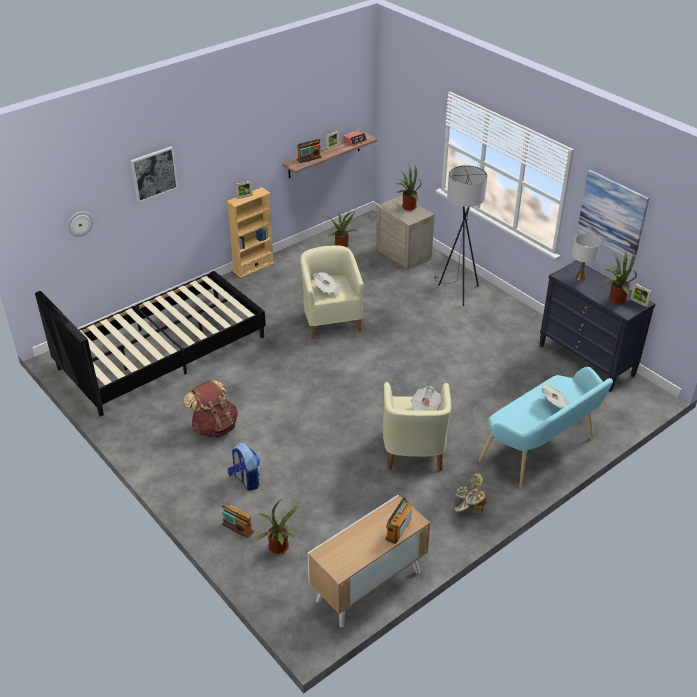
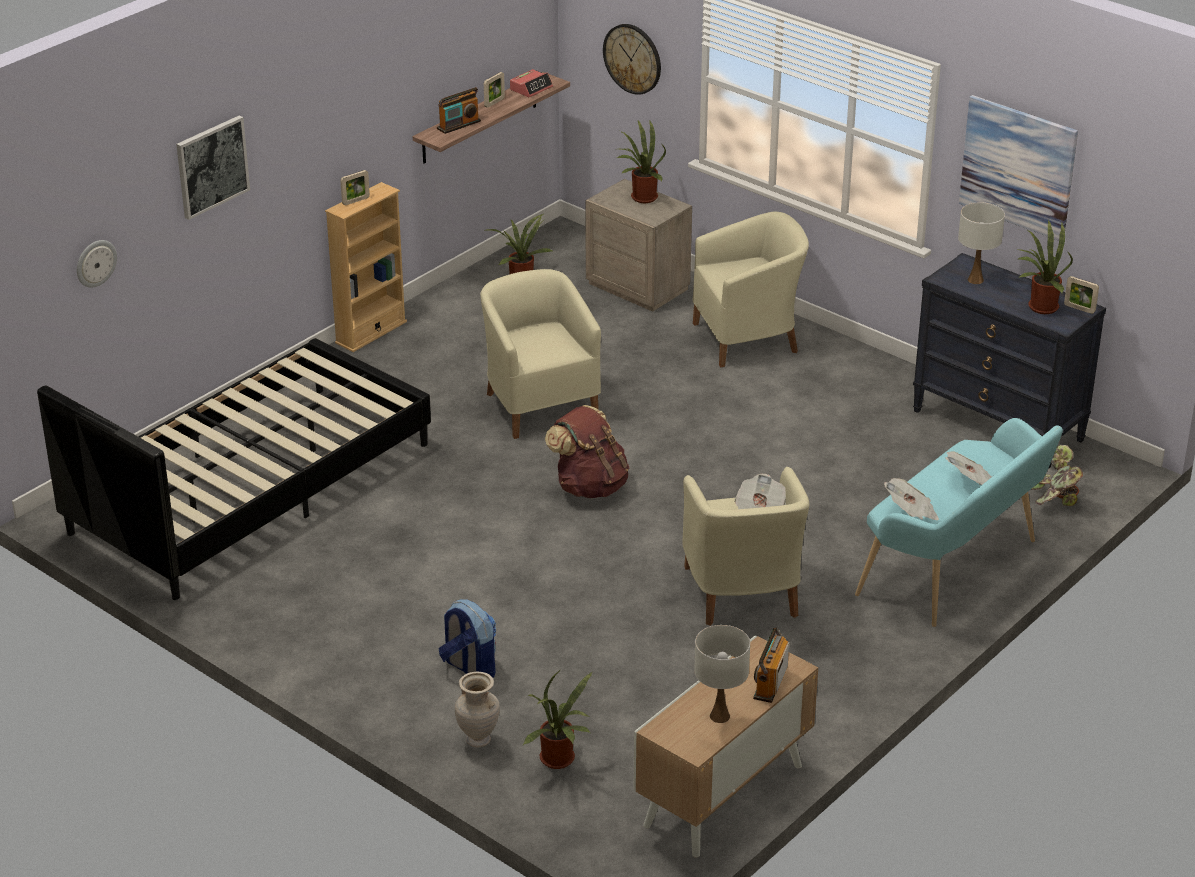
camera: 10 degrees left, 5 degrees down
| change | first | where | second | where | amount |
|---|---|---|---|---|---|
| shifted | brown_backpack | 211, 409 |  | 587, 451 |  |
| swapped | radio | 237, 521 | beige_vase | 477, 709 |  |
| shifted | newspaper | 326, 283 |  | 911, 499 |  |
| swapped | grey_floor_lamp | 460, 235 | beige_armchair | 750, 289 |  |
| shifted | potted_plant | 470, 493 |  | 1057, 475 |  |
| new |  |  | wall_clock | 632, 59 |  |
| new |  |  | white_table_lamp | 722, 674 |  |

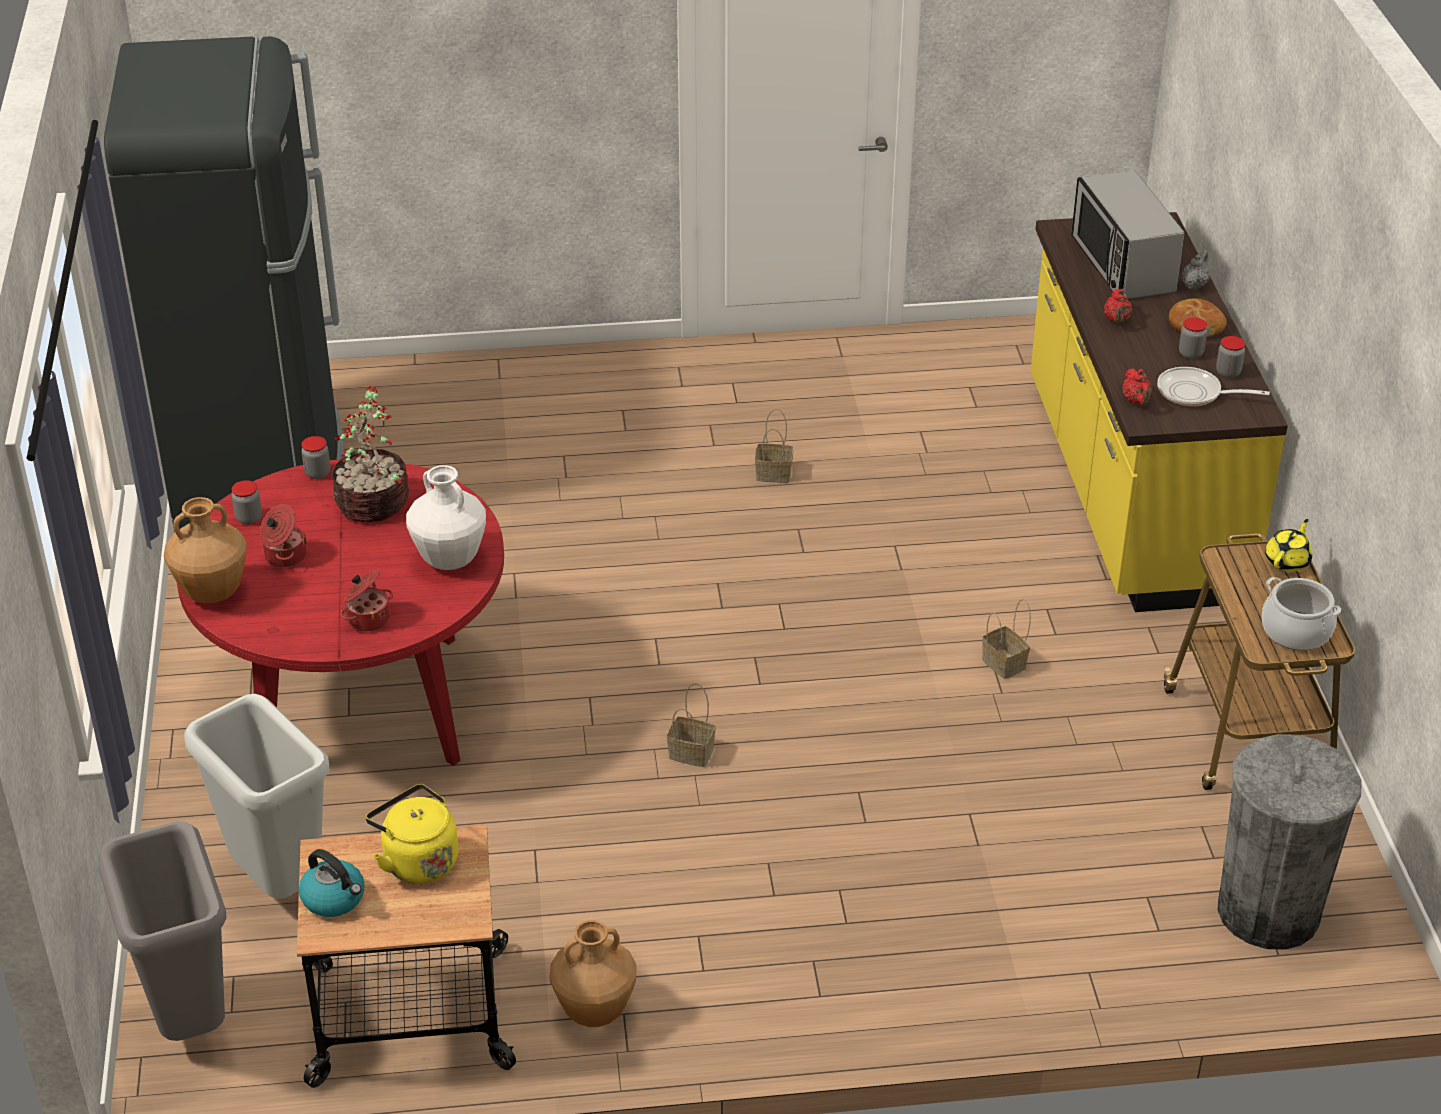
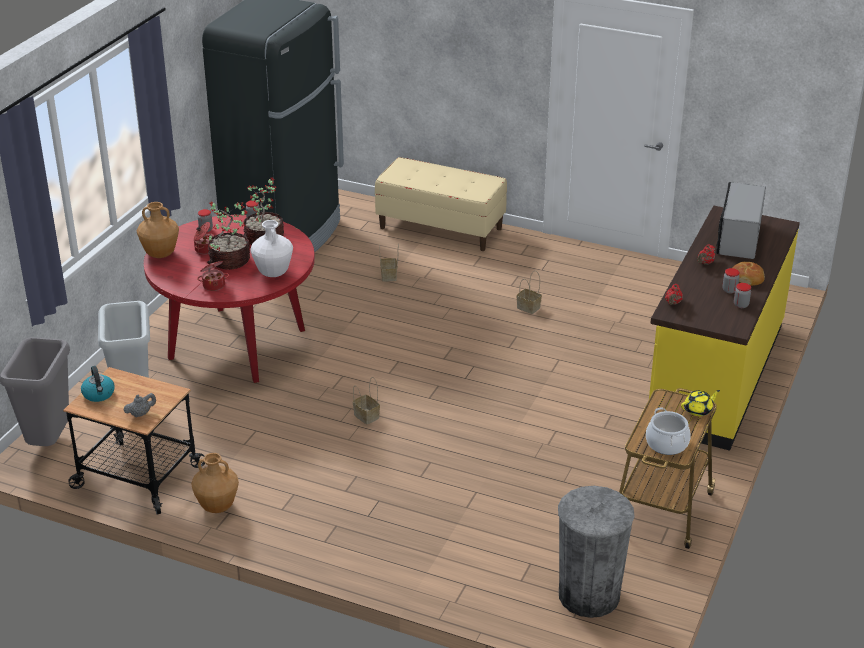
camera: 30 degrees right, 5 degrees down
| change | first | where | second | where | amount |
|---|---|---|---|---|---|
| gone | yellow_kettle | 412, 833 |  |  |  |
| shifted | basket | 1006, 639 |  | 389, 262 |  |
| gone | frying_pan | 1213, 386 |  |  |  |
| shifted | grey_teapot | 1196, 270 |  | 140, 405 |  |
| new |  |  | potted_plant | 228, 236 |  |
| new |  |  | beige_bench | 441, 204 |  |

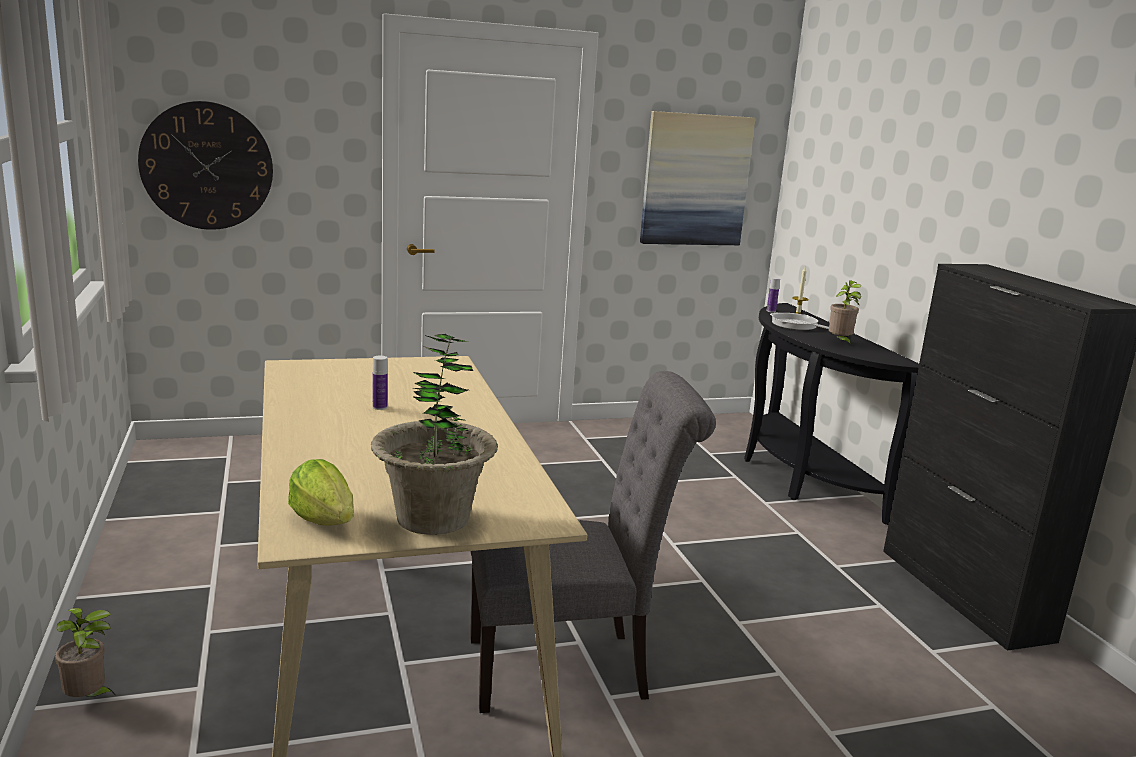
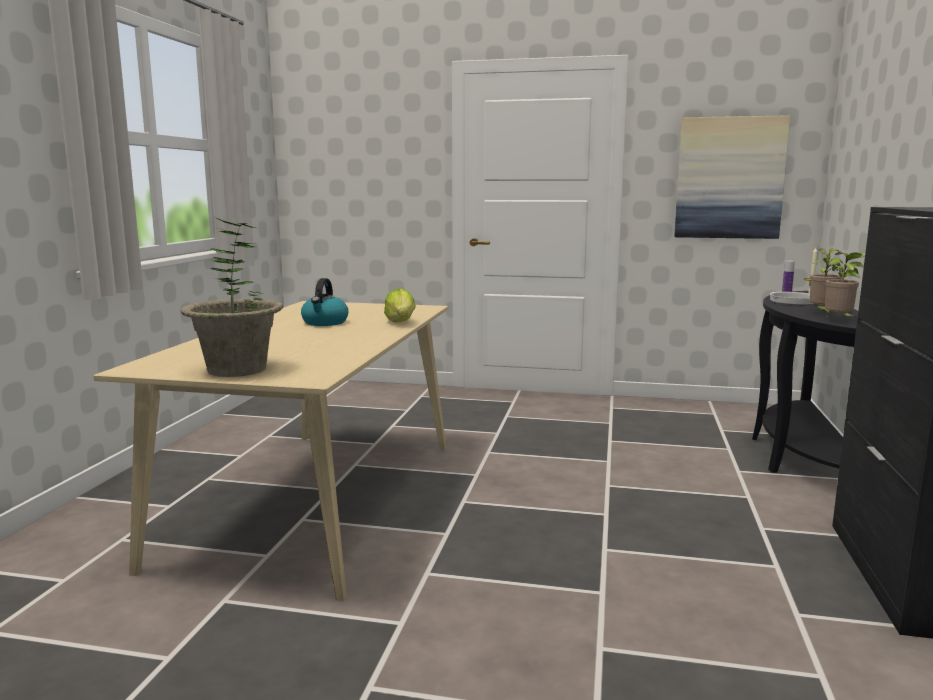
camera: 30 degrees right, 5 degrees down
| change | first | where | second | where | amount |
|---|---|---|---|---|---|
| shifted | potted_plant | 85, 652 |  | 845, 285 |  |
| gone | wall_clock | 205, 165 |  |  |  |
| shifted | lettuce | 321, 492 |  | 400, 306 |  |
| swapped | bottle | 380, 383 | kettle | 325, 302 |  |
| gone | grey_chair | 593, 542 |  |  |  |

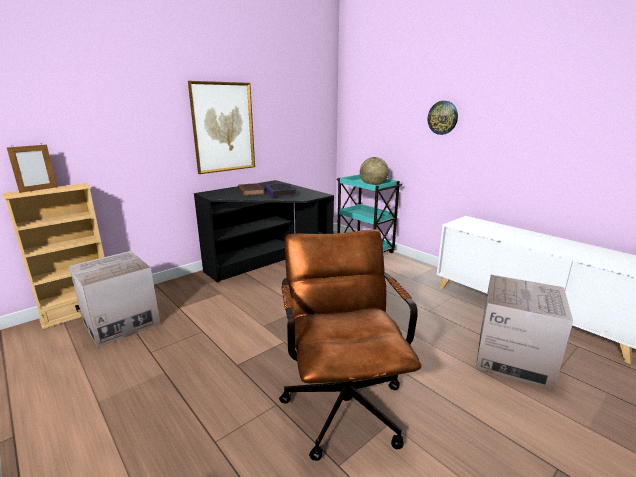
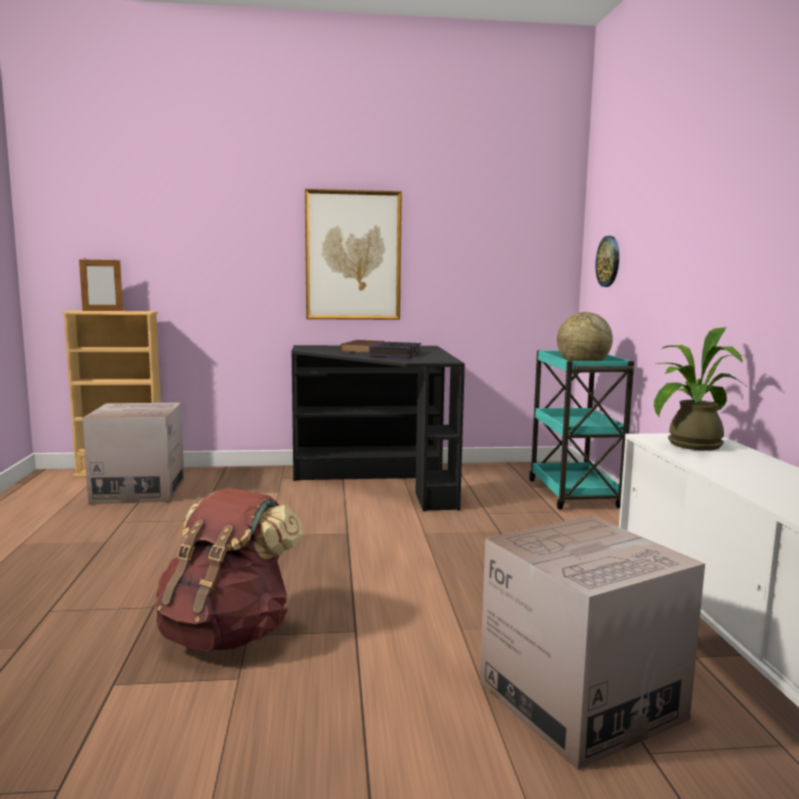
camera: 35 degrees right, 10 degrees down
| change | first | where | second | where | amount |
|---|---|---|---|---|---|
| swapped | brown_office_chair | 350, 345 | brown_backpack | 228, 569 |  |
| shifted | wall_clock | 443, 118 |  | 607, 261 |  |
| new |  |  | potted_plant | 700, 389 |  |

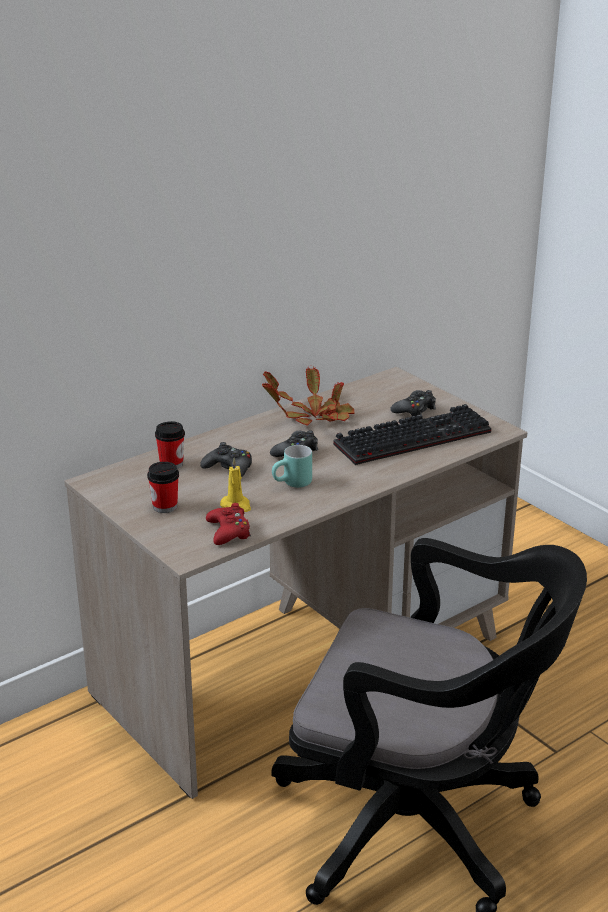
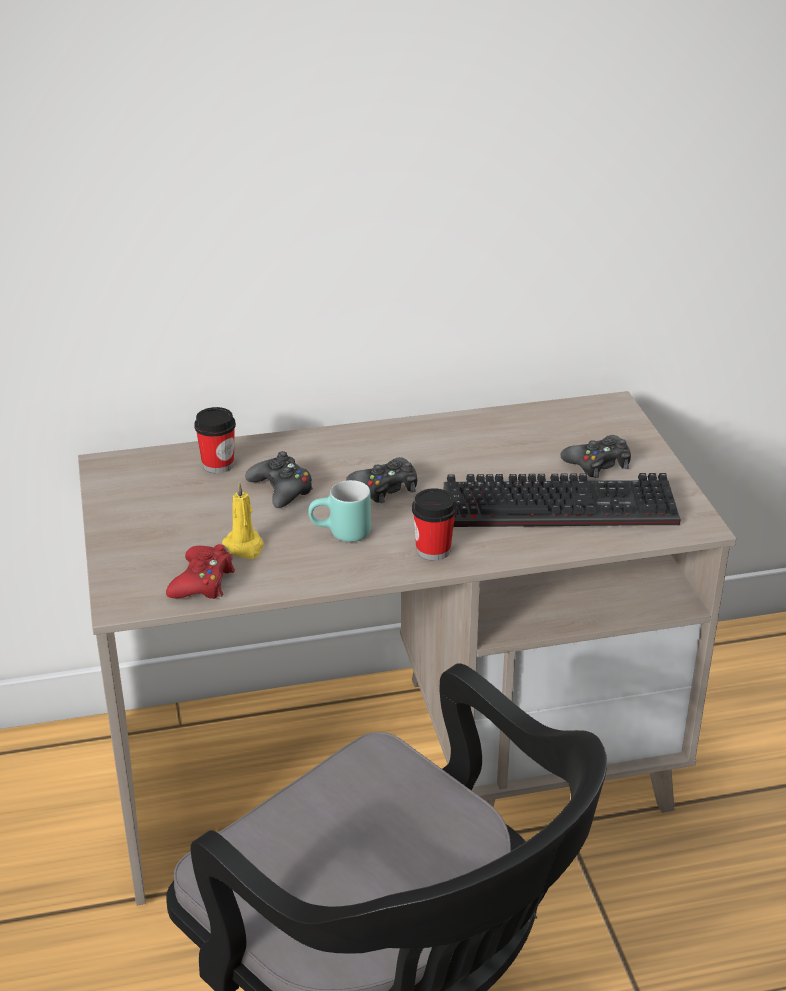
camera: 25 degrees right, 5 degrees up
| change | first | where | second | where | amount |
|---|---|---|---|---|---|
| shifted | cup | 163, 487 |  | 434, 524 |  |
| gone | potted_plant | 308, 396 |  |  |  |

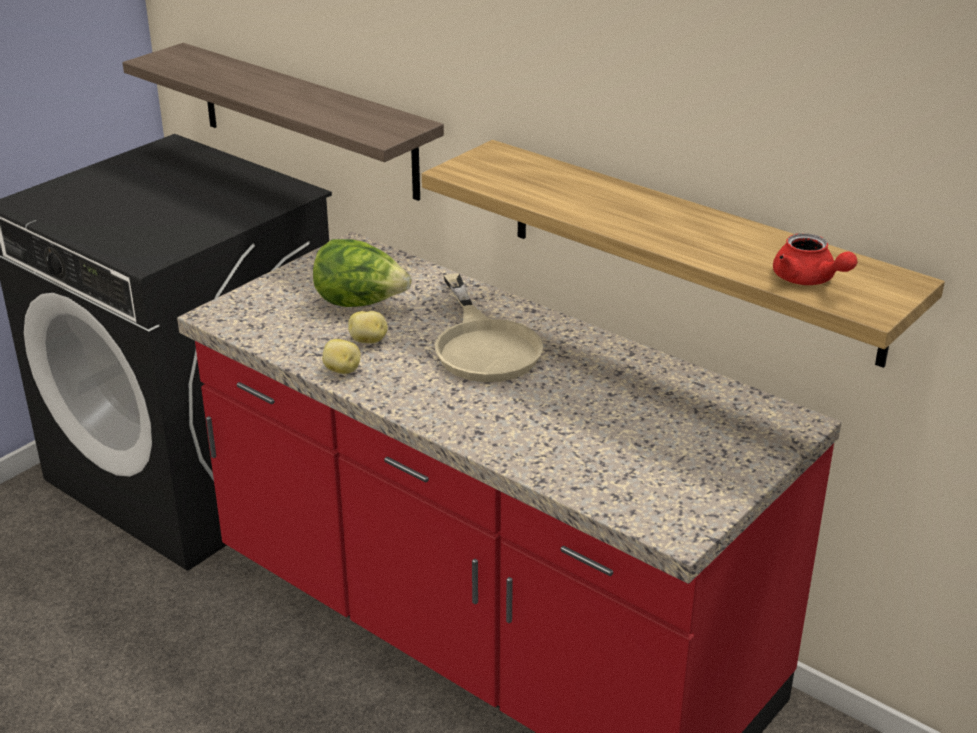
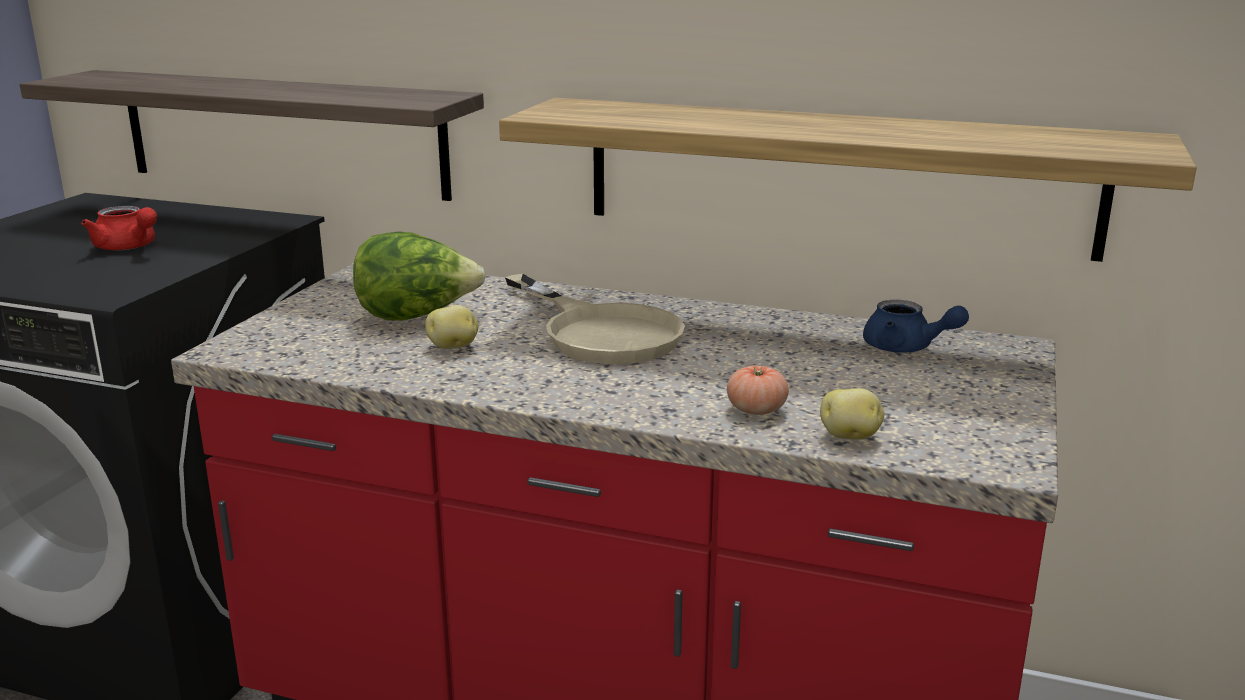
camera: 20 degrees left, 10 degrees down
| change | first | where | second | where | amount |
|---|---|---|---|---|---|
| shifted | potato | 341, 356 |  | 852, 414 |  |
| shifted | red_teapot | 815, 259 |  | 119, 228 |  |
| new |  |  | tomato | 758, 390 |  |
| new |  |  | blue_teapot | 916, 326 |  |

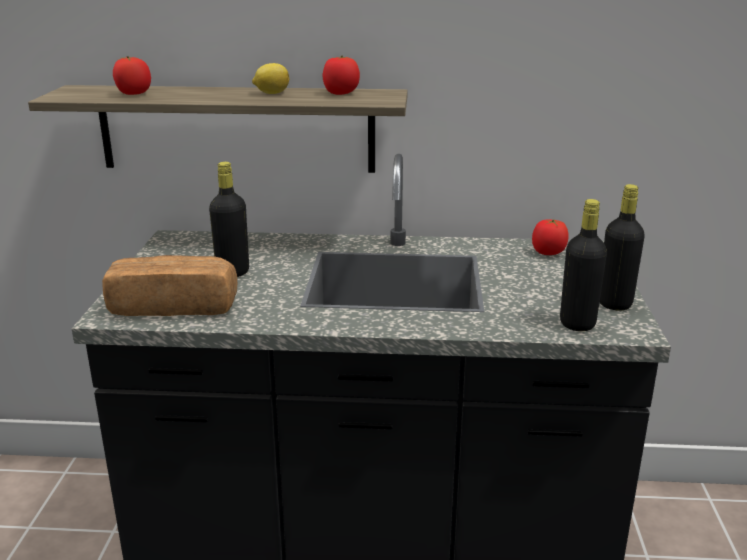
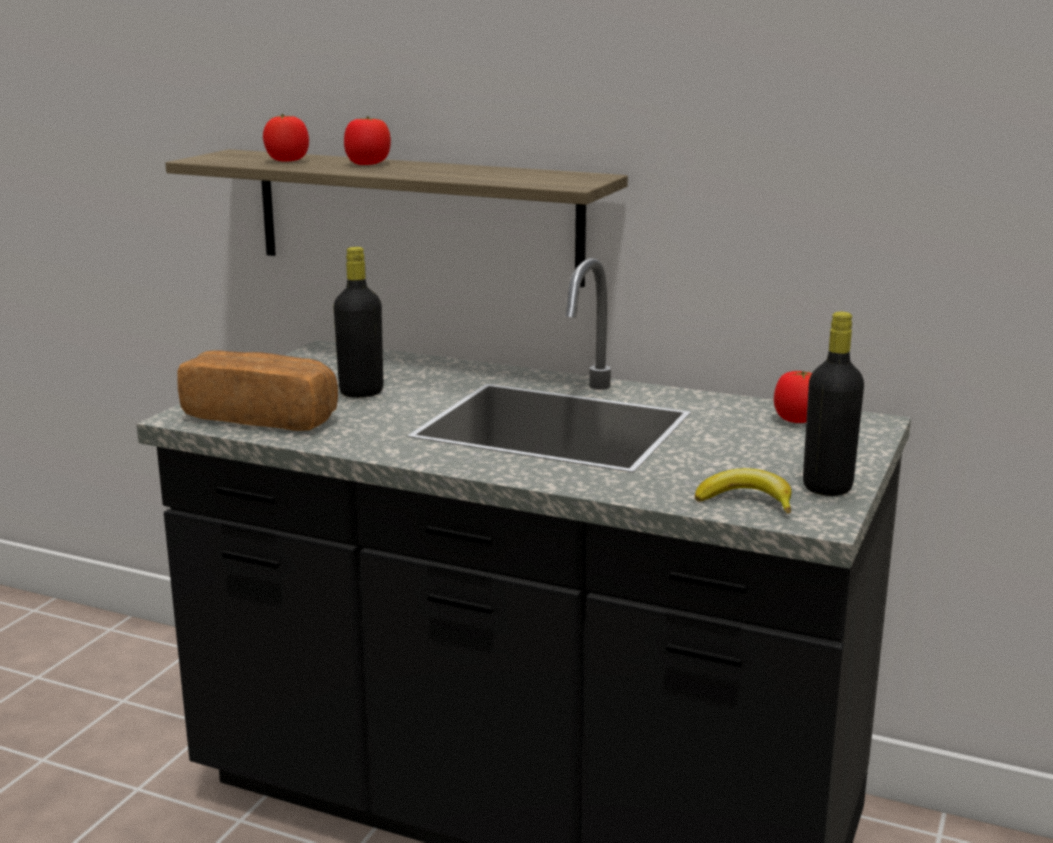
camera: 20 degrees right, 5 degrees down
| change | first | where | second | where | amount |
|---|---|---|---|---|---|
| gone | lemon | 270, 78 |  |  |  |
| shifted | tomato | 341, 75 |  | 367, 140 |  |
| swapped | black_bottle | 583, 265 | banana | 743, 491 |  |

